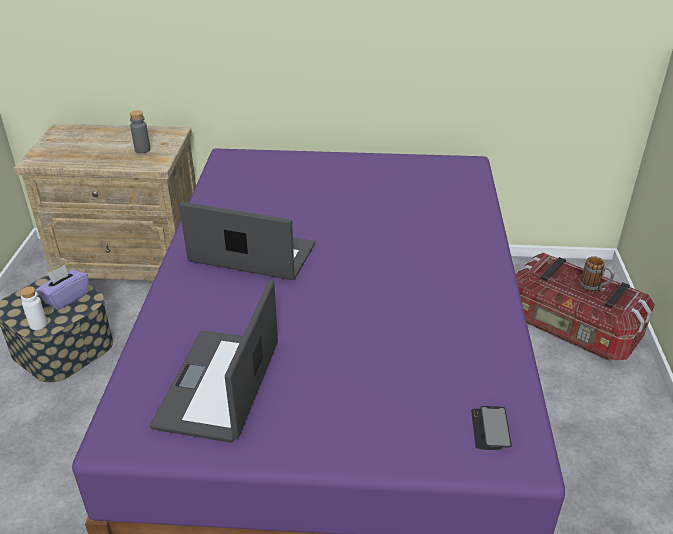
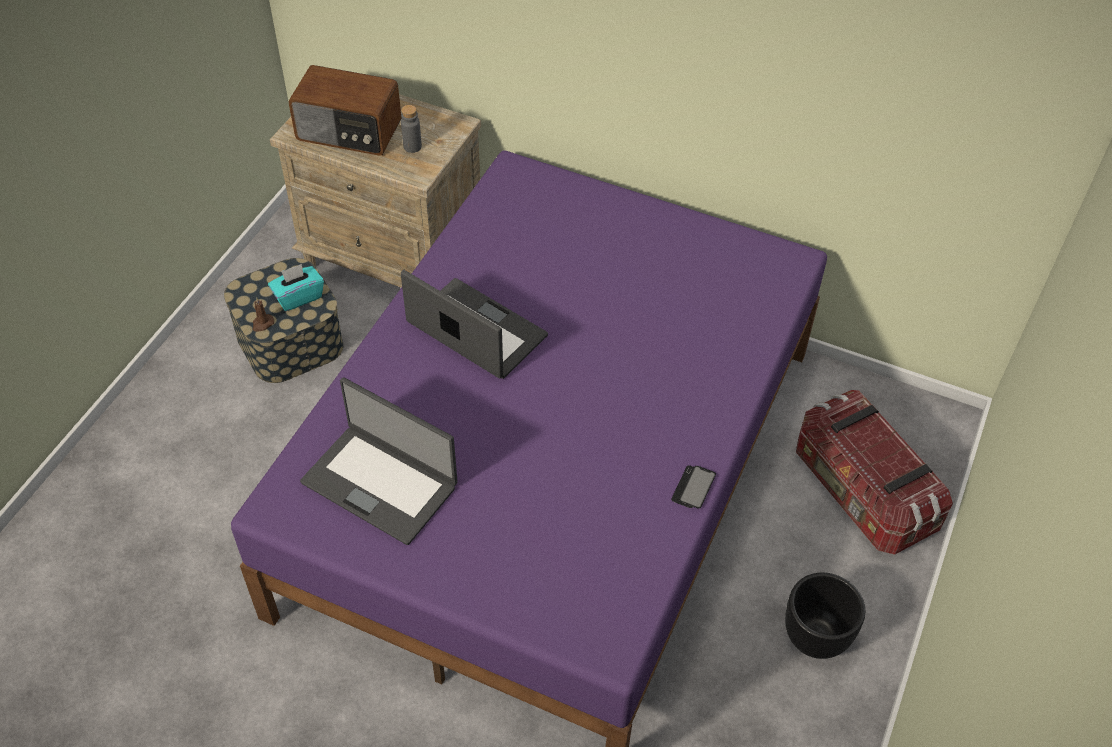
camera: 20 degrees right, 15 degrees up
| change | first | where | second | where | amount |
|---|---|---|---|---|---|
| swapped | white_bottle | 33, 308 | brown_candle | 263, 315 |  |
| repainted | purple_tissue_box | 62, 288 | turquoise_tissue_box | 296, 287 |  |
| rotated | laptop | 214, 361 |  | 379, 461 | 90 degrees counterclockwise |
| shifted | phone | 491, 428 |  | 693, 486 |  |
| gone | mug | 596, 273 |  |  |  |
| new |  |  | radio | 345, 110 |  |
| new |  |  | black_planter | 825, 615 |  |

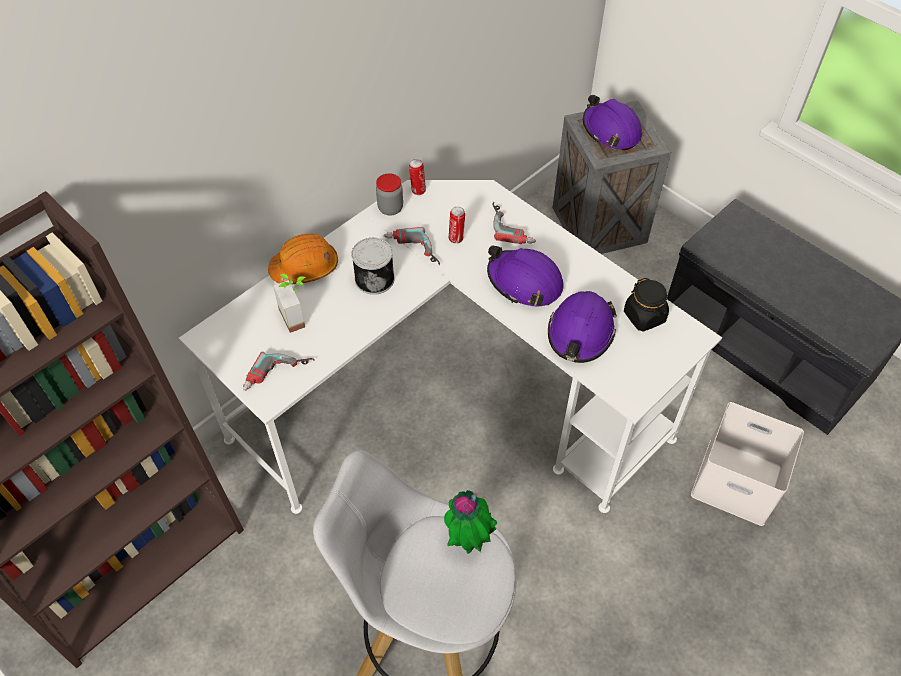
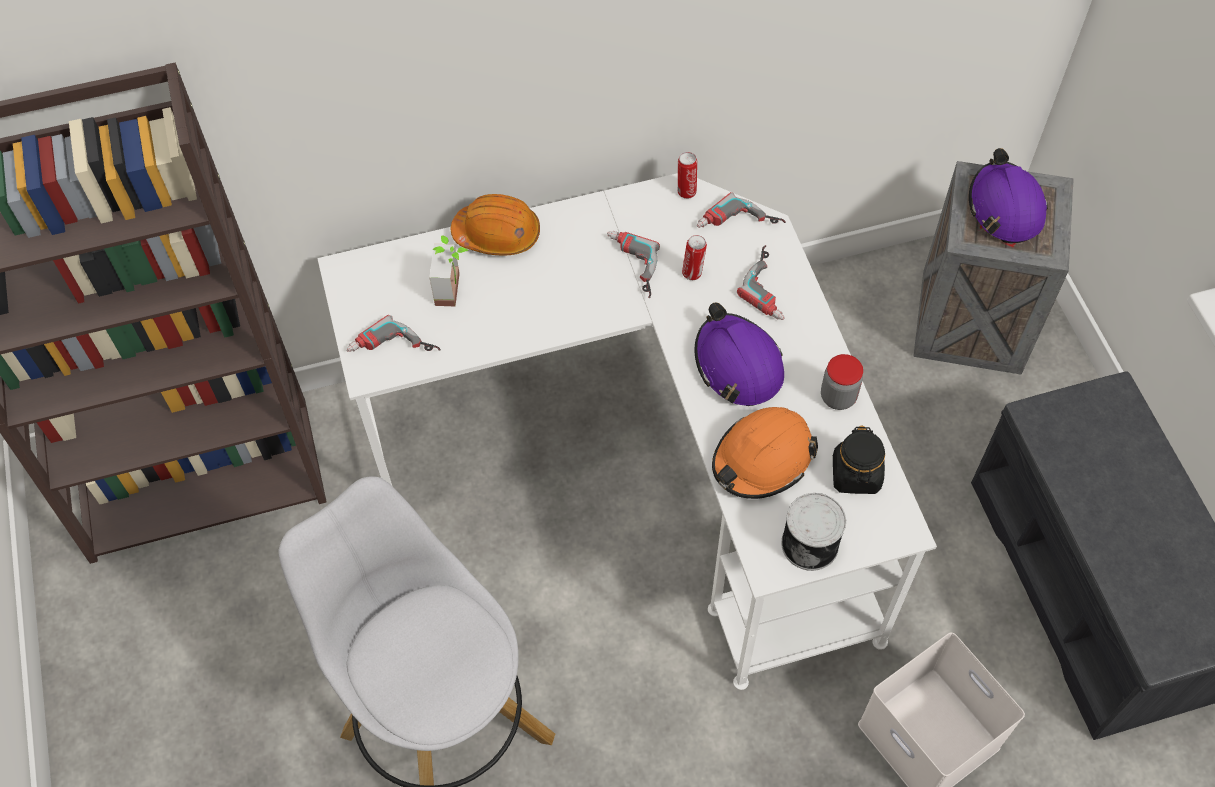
camera: 30 degrees right, 5 degrees up
| change | first | where | second | where | amount |
|---|---|---|---|---|---|
| shifted | can | 373, 266 |  | 813, 532 |  |
| shifted | jar | 389, 194 |  | 842, 382 |  |
| gone | potted_plant | 470, 522 |  |  |  |
| repainted | purple_hard_hat | 582, 327 | orange_hard_hat | 765, 453 |  |
| new |  |  | power_drill | 741, 210 |  |

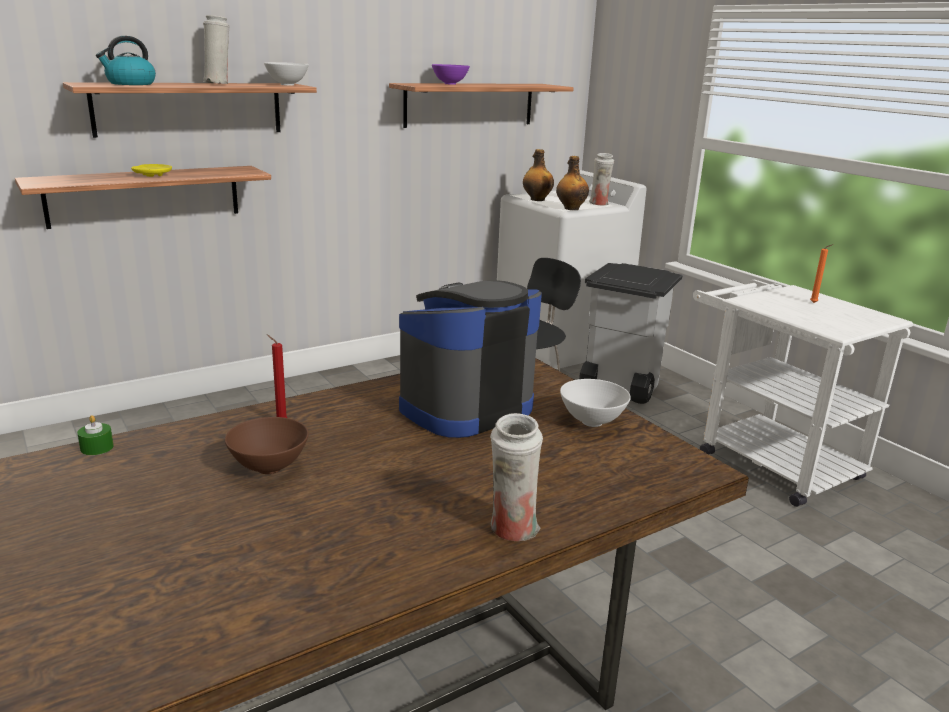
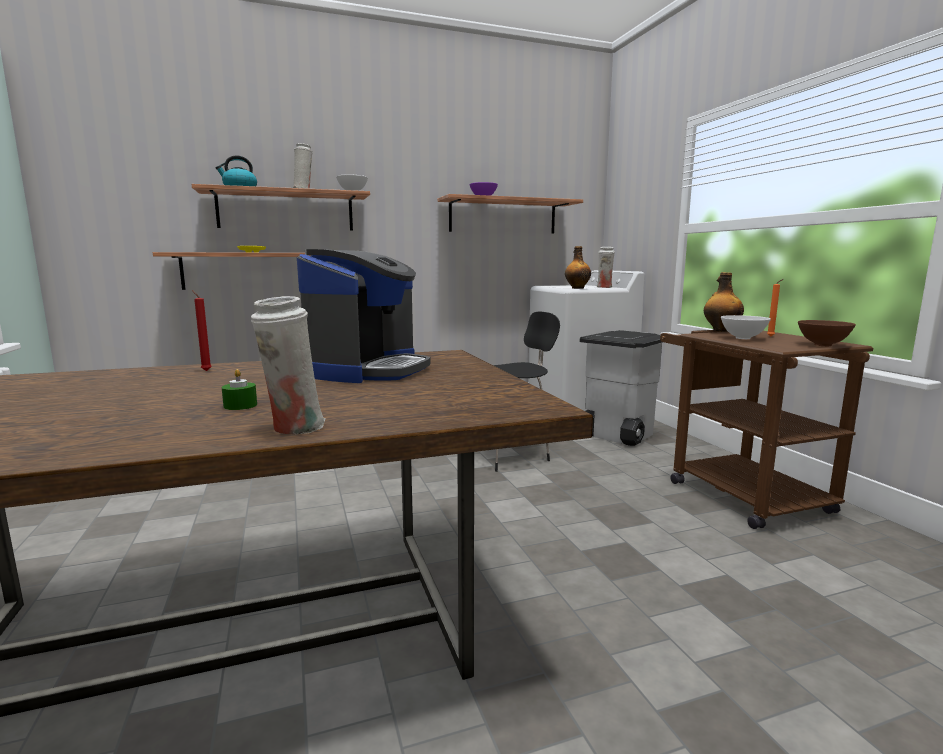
camera: 15 degrees right, 10 degrees down
| change | first | where | second | where | amount |
|---|---|---|---|---|---|
| shifted | green_candle | 95, 435 |  | 239, 389 |  |
| shifted | brown_bowl | 267, 445 |  | 827, 333 |  |
| rotated | coffee_machine | 470, 359 |  | 364, 316 | 135 degrees clockwise |
| shifted | bottle | 538, 175 |  | 724, 302 |  |
| shifted | white_bowl | 595, 403 |  | 746, 327 |  |
| repainted | white_cart | 803, 393 | brown_cart | 766, 429 |  |

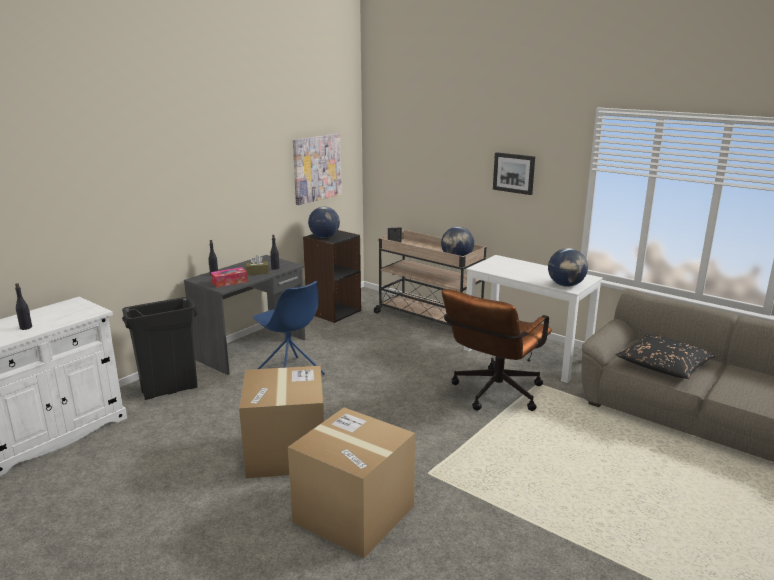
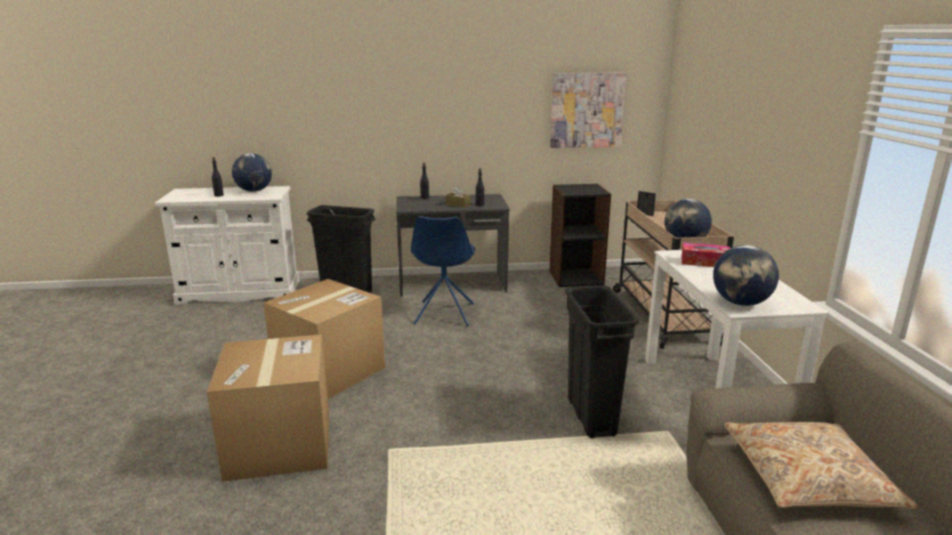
camera: 45 degrees right, 0 degrees up
| change | first | where | second | where | amount |
|---|---|---|---|---|---|
| shifted | tissue_box | 229, 277 |  | 706, 255 |  |
| shifted | globe | 324, 222 |  | 252, 172 |  |
| swapped | brown_office_chair | 497, 350 | black_trash_can | 602, 361 |  |
| gone | picture | 514, 173 |  |  |  |
| repainted | black_pillow | 665, 357 | beige_pillow | 821, 465 |  |

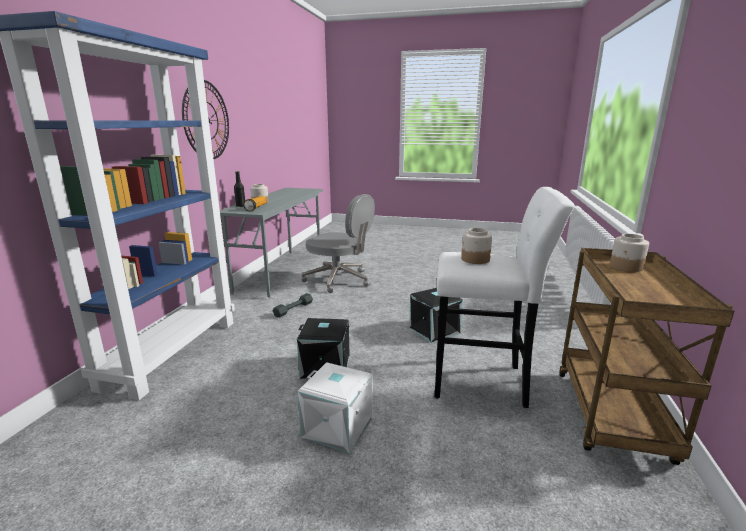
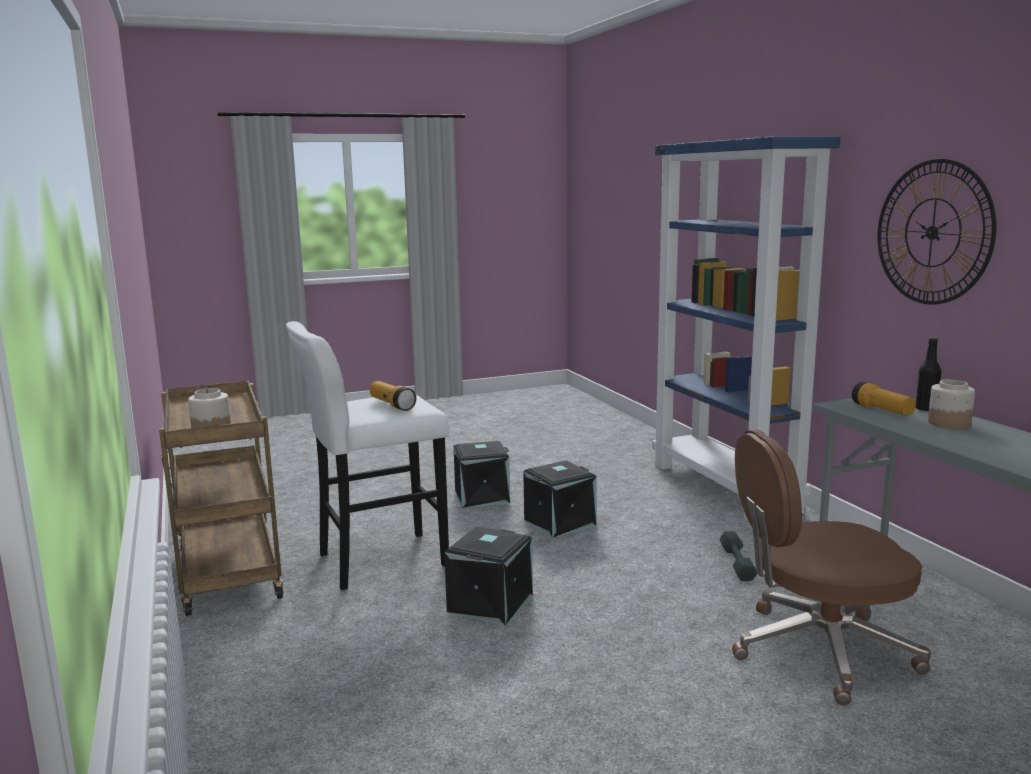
camera: 145 degrees right, 5 degrees down
| change | first | where | second | where | amount |
|---|---|---|---|---|---|
| repainted | white_storage_box | 335, 408 | black_storage_box | 481, 474 |  |
| repainted | grey_office_chair | 338, 243 | brown_office_chair | 831, 567 |  |
| swapped | jar | 476, 246 | flashlight | 393, 396 |  |

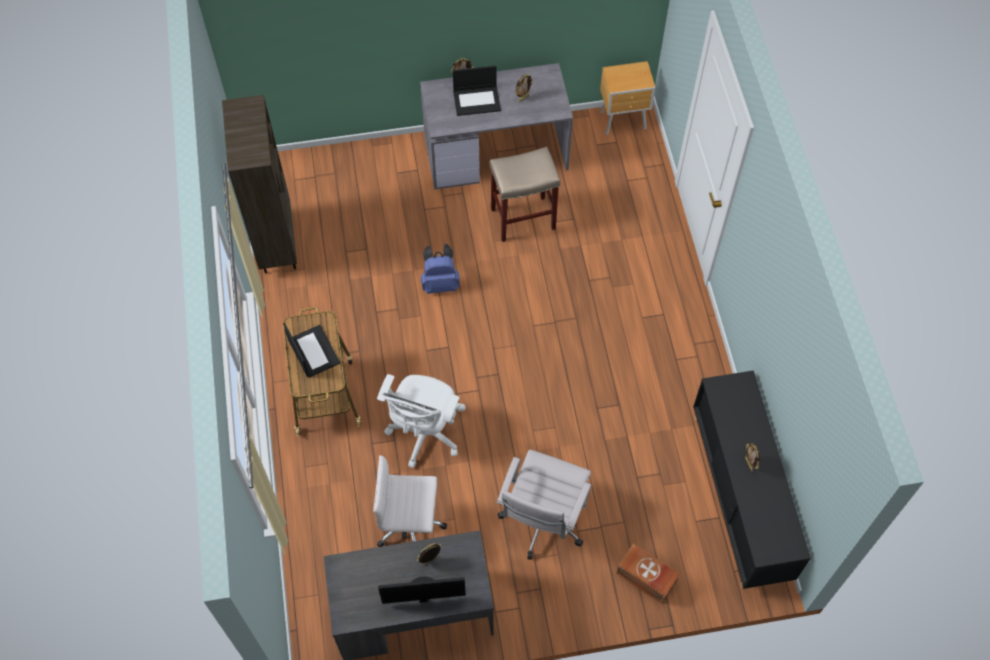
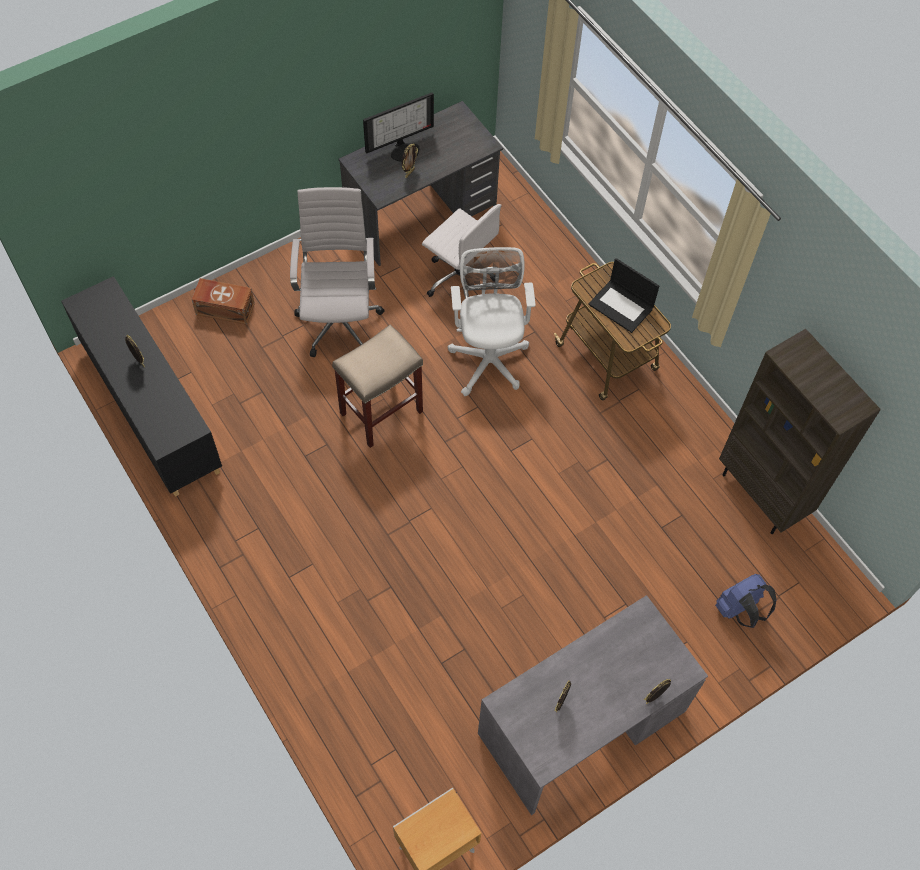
camera: 155 degrees right, 0 degrees up
| change | first | where | second | where | amount |
|---|---|---|---|---|---|
| rotated | white_office_chair | 410, 501 |  | 462, 251 | 60 degrees clockwise |
| shifted | blue_backpack | 440, 269 |  | 745, 601 |  |
| gone | laptop | 477, 91 |  |  |  |
| shifted | beige_stool | 525, 194 |  | 377, 386 |  |

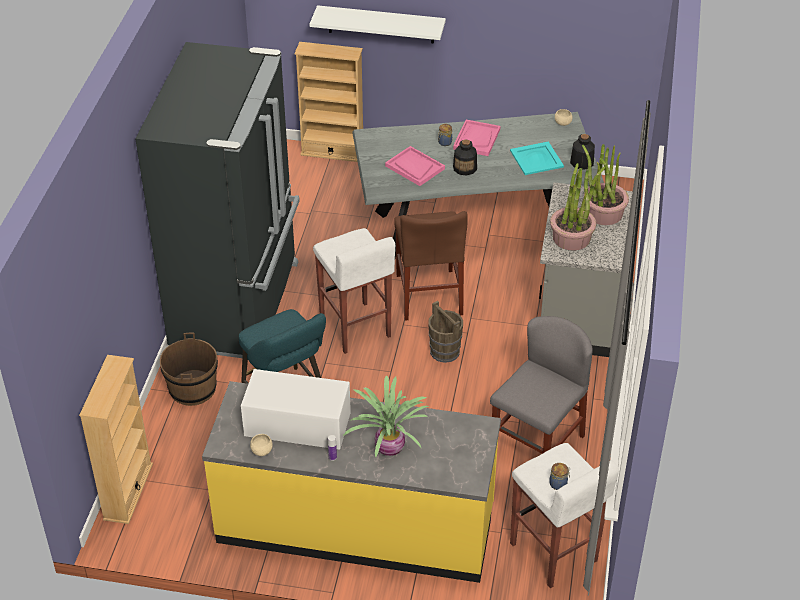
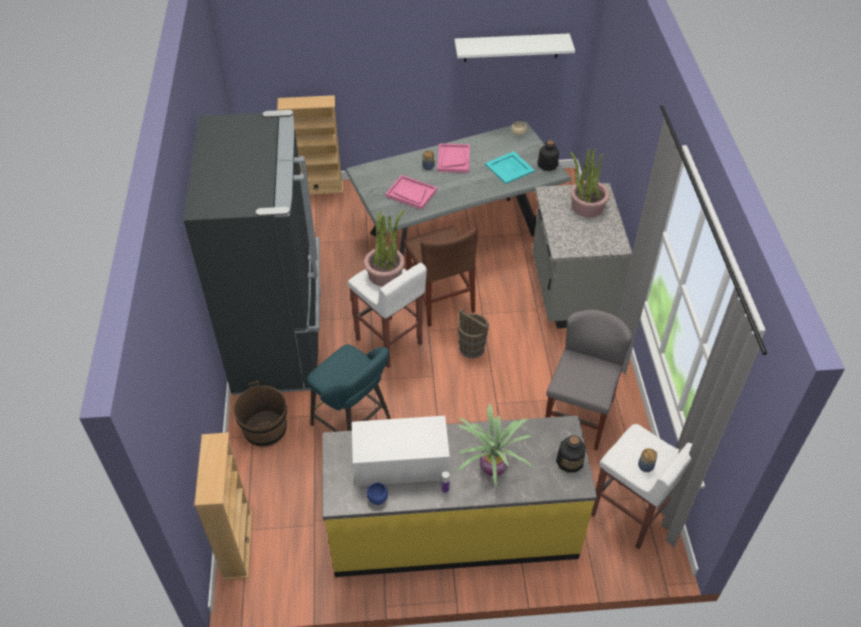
camera: 15 degrees left, 5 degrees up
| change | first | where | second | where | amount |
|---|---|---|---|---|---|
| repainted | beige_bowl | 261, 445 | blue_bowl | 377, 493 |  |
| shifted | white_shelf | 377, 24 |  | 514, 47 |  |
| shifted | bottle | 465, 158 |  | 571, 454 |  |
| shifted | potted_plant | 577, 206 |  | 384, 248 |  |

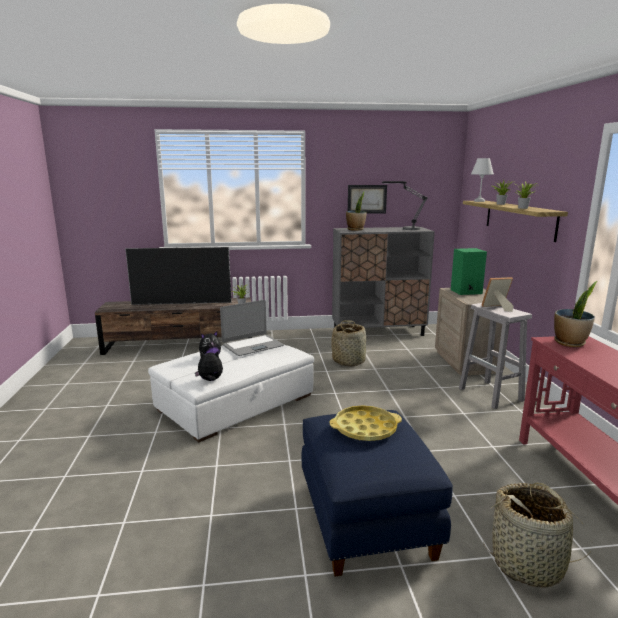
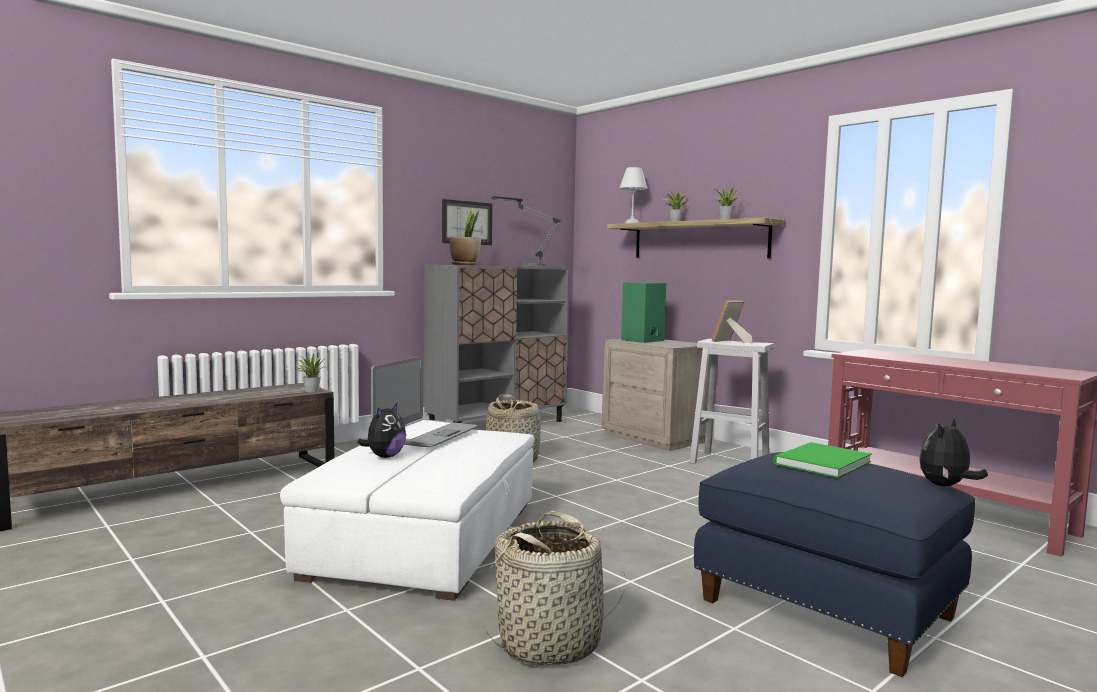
camera: 35 degrees left, 10 degrees down
| change | first | where | second | where | amount |
|---|---|---|---|---|---|
| gone | television | 178, 275 |  |  |  |
| shifted | plush_toy | 209, 365 |  | 953, 452 |  |
| swapped | yellow_tray | 366, 423 | green_book | 822, 460 |  |
| shifted | basket | 537, 535 |  | 554, 588 |  |
| gone | potted_plant | 575, 314 |  |  |  |

